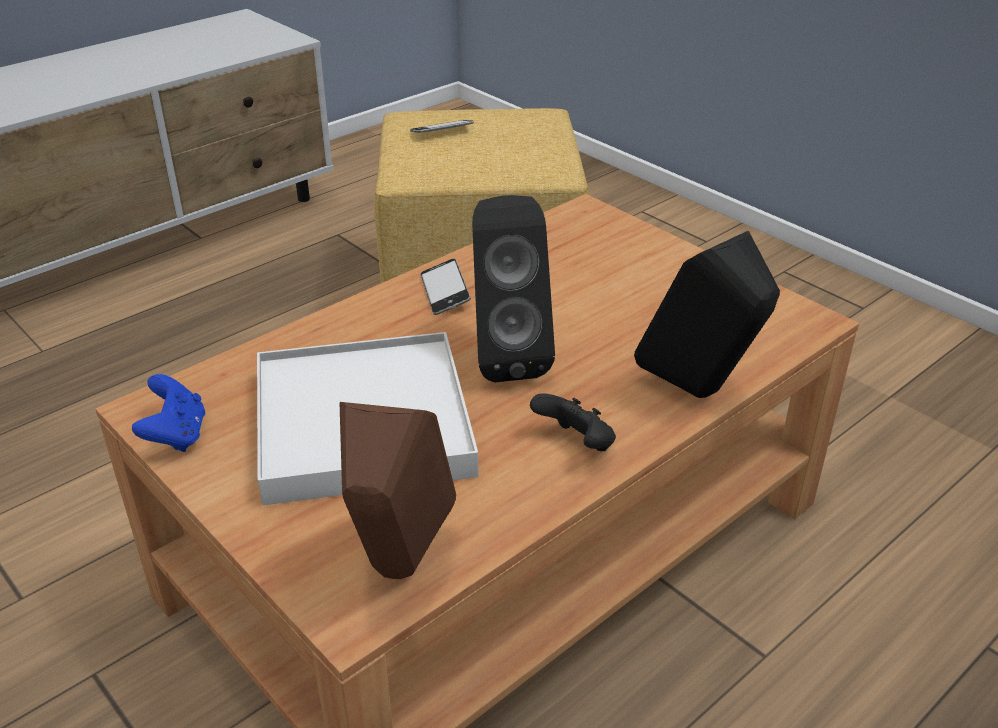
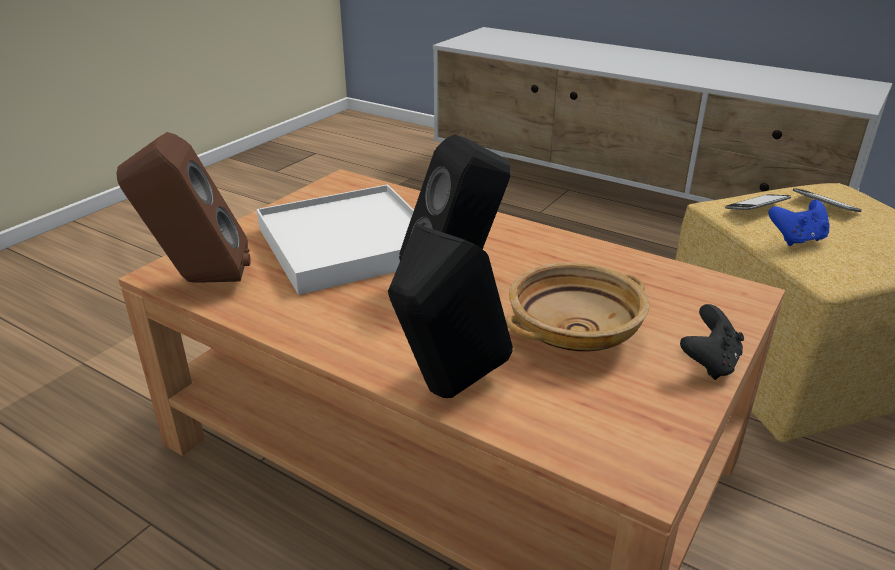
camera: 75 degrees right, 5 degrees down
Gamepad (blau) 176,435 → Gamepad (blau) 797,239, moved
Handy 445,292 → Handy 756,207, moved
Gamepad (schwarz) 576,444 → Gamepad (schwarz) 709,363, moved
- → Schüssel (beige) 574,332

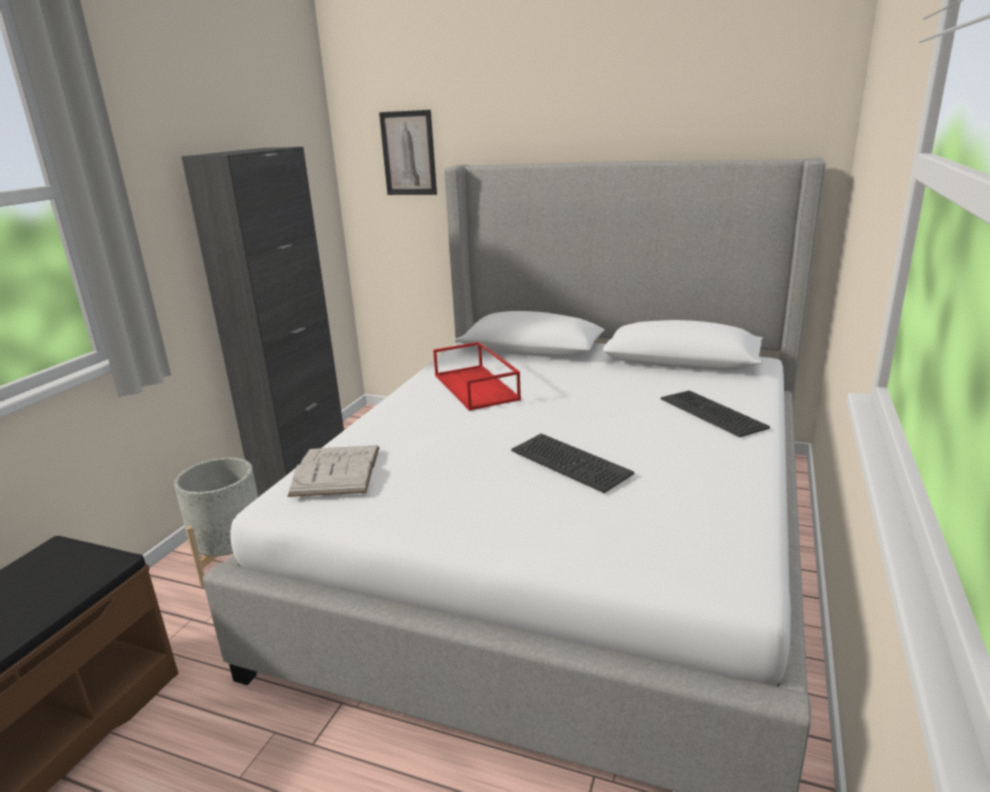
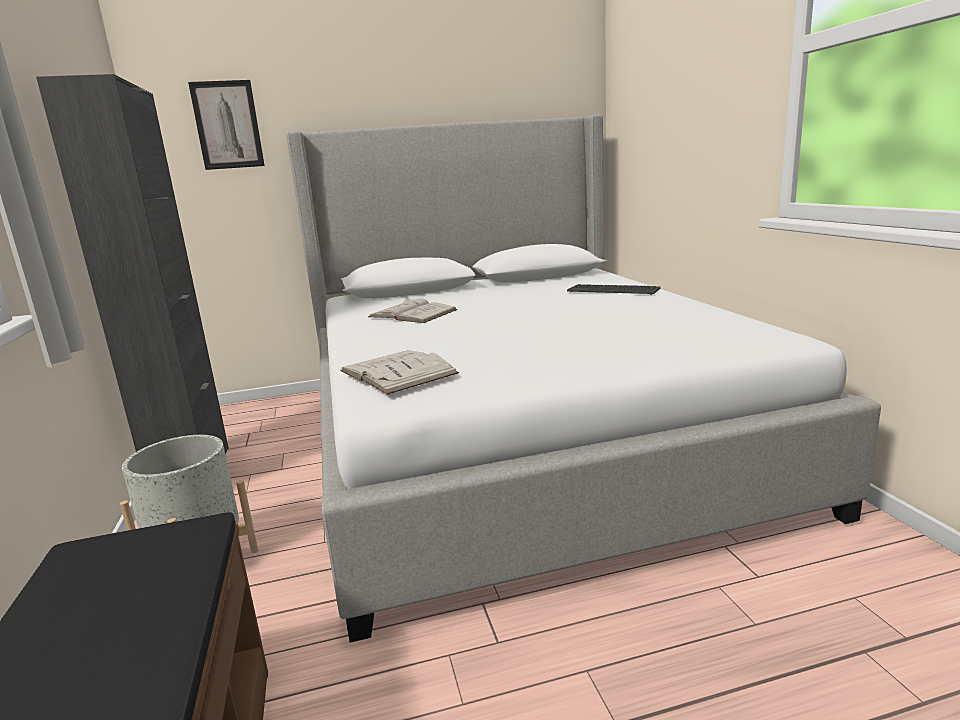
camera: 35 degrees left, 5 degrees down
Tablett (rot) 477,387 → Buch (weiß) 412,313
Tastatur 569,463 → -

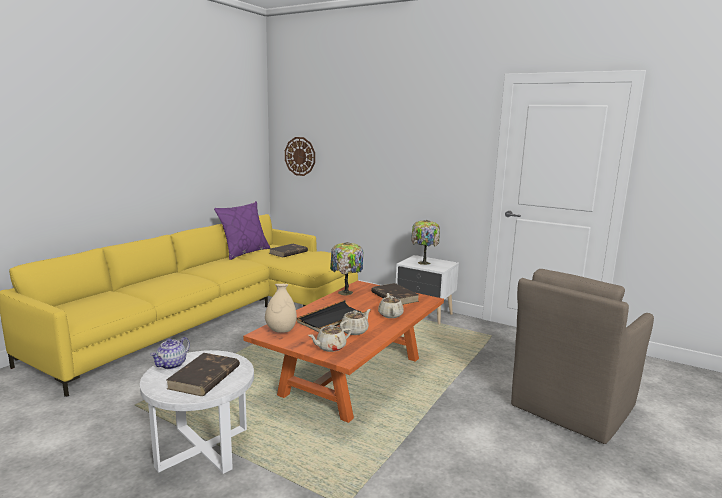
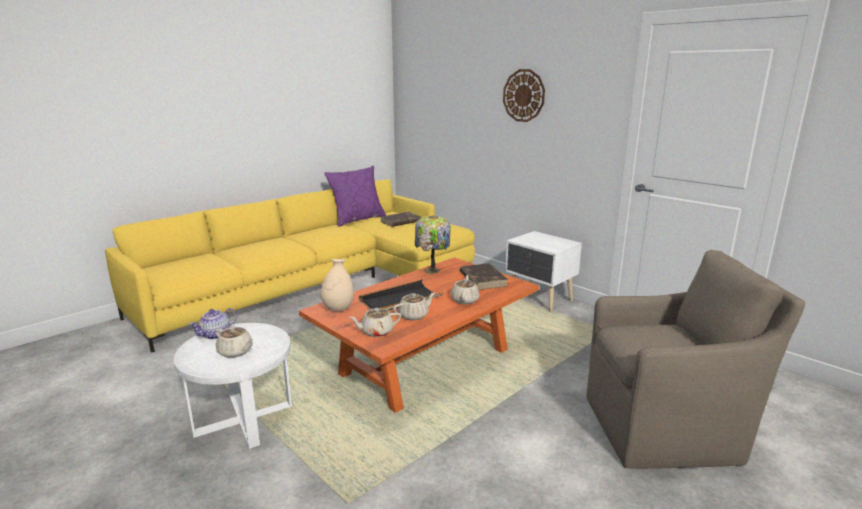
camera: 15 degrees right, 5 degrees up
Buch (braun) 204,378 → Teekanne (beige) 236,352
Wanduhr 300,156 → Wanduhr 523,95, moved
Tischlampe 423,263 → -
Sessel (braun) 570,407 → Sessel (braun) 665,429, 150 degrees counterclockwise

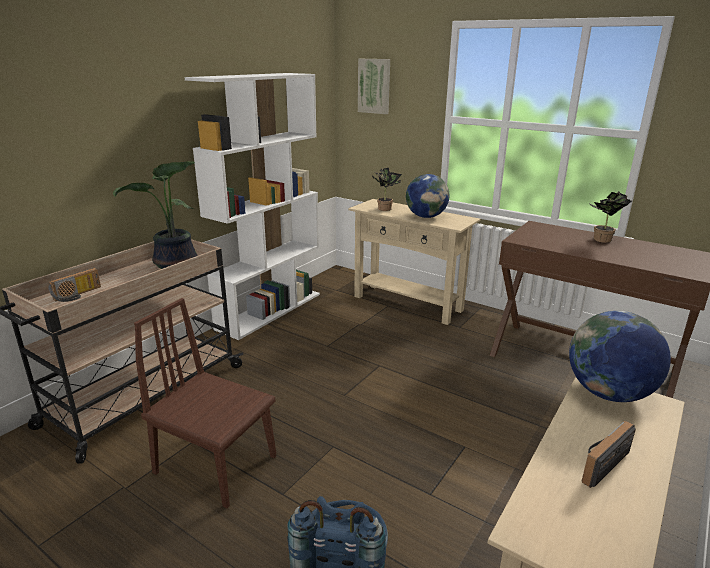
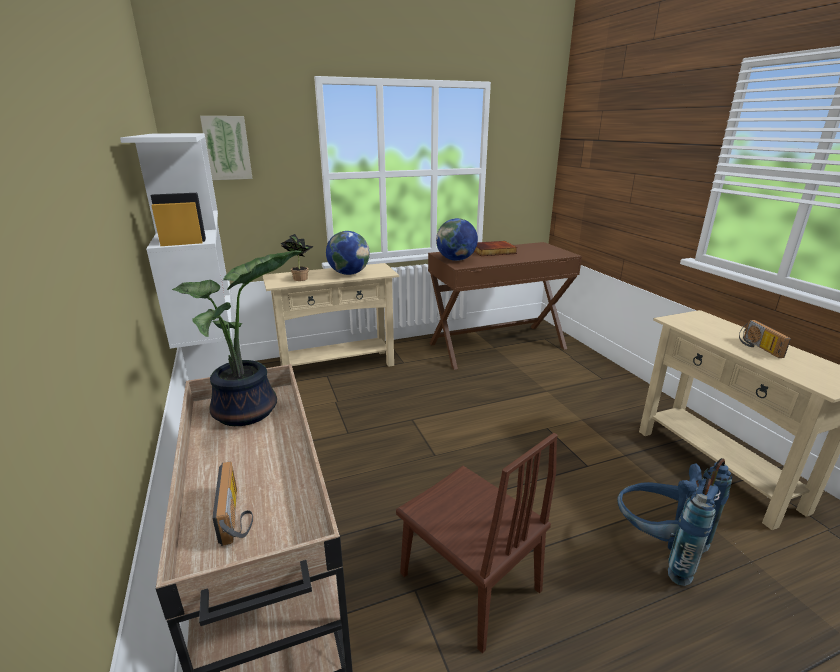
camera: 55 degrees left, 0 degrees up
Stuhl (braun) 216,464 → Stuhl (braun) 469,582, 105 degrees counterclockwise
Globus 608,393 → Globus 456,260, moved
Topfpflanze 602,240 → Buch 493,251

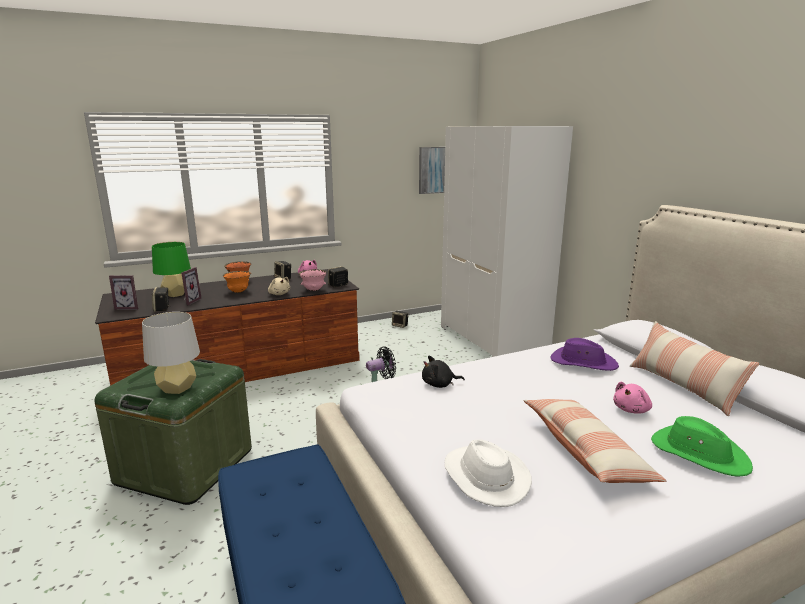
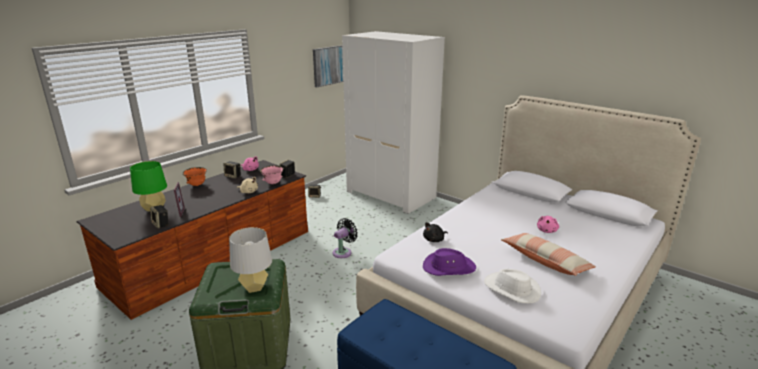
camera: 25 degrees left, 5 degrees up
Bilderrahmen 129,307 → -
Schüssel (orange) 238,292 → -
Hut (lila) 582,362 → Hut (lila) 448,267, moved
Kissen 683,386 → -
Hut (grün) 698,453 → -

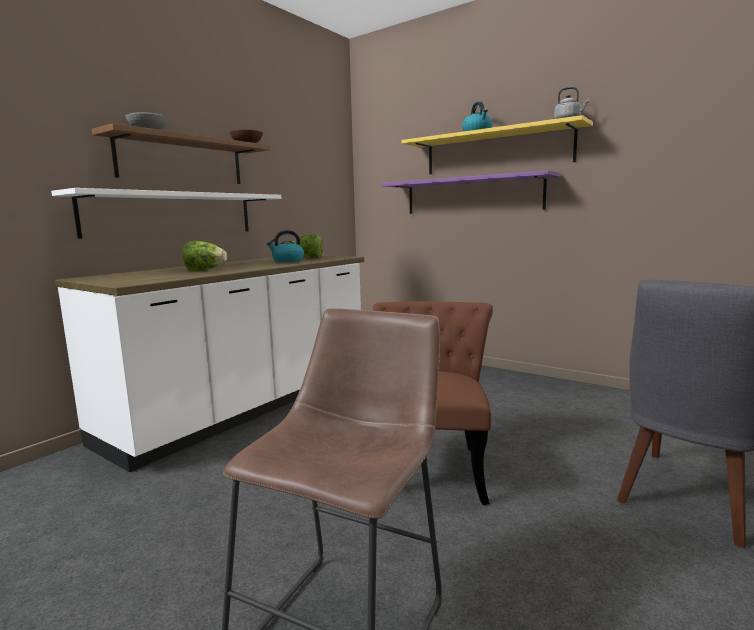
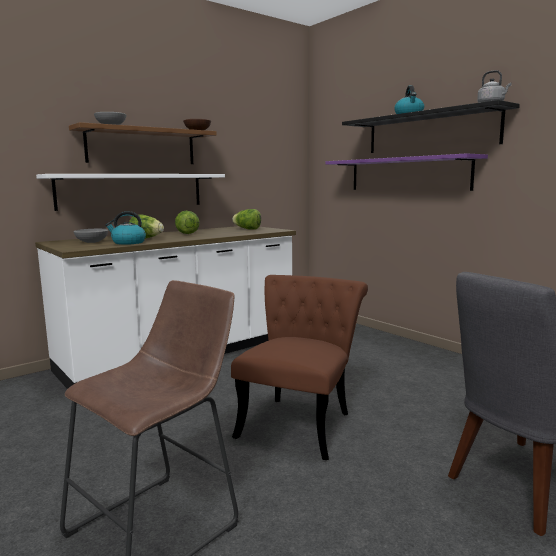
camera: 15 degrees right, 0 degrees up
Wasserkessel 287,261 → Wasserkessel 128,243, moved
Wandregal (gelb) 496,151 → Wandregal (schwarz) 430,132
- → Schüssel (grau) 92,242
- → Salatkopf 187,233

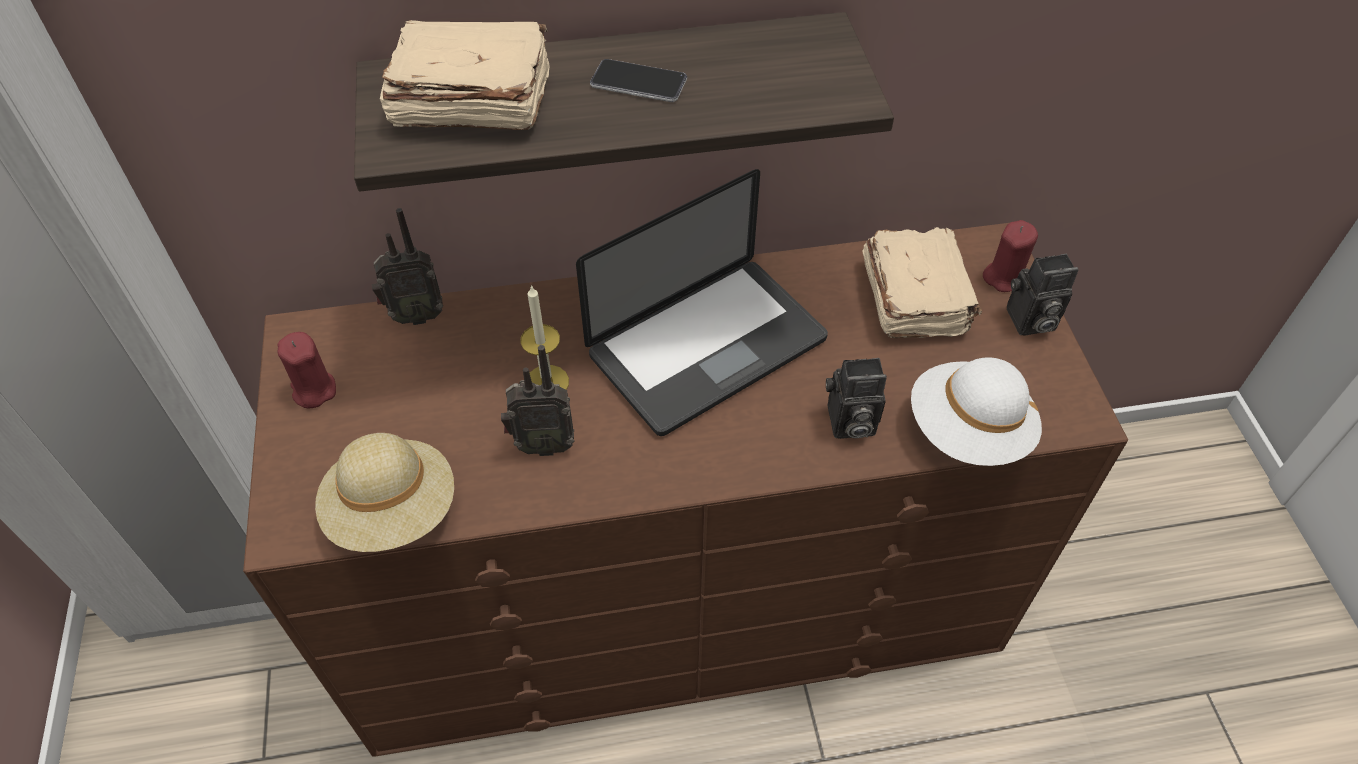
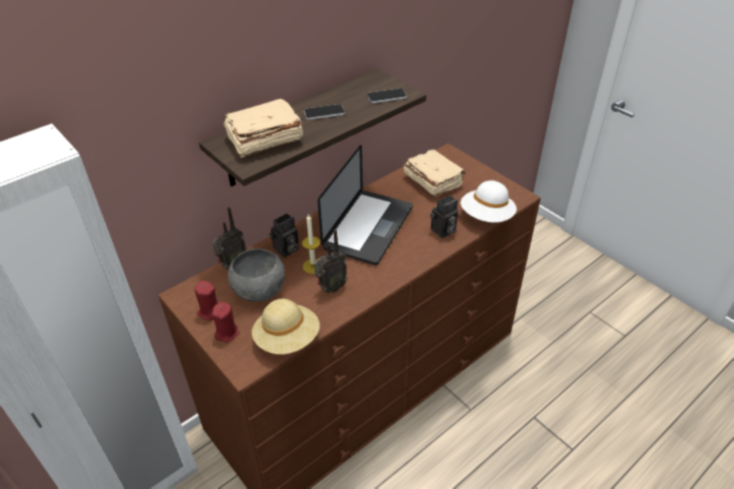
camera: 30 degrees left, 10 degrees down
Kerze (rot) 1004,277 → Kerze (rot) 227,333, moved
Kamera 1029,322 → Kamera 286,250, moved
- → Schüssel (grau) 260,290
- → Handy 386,96

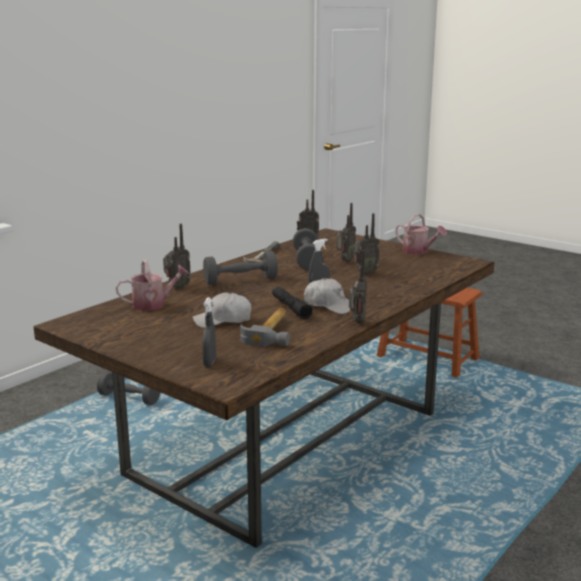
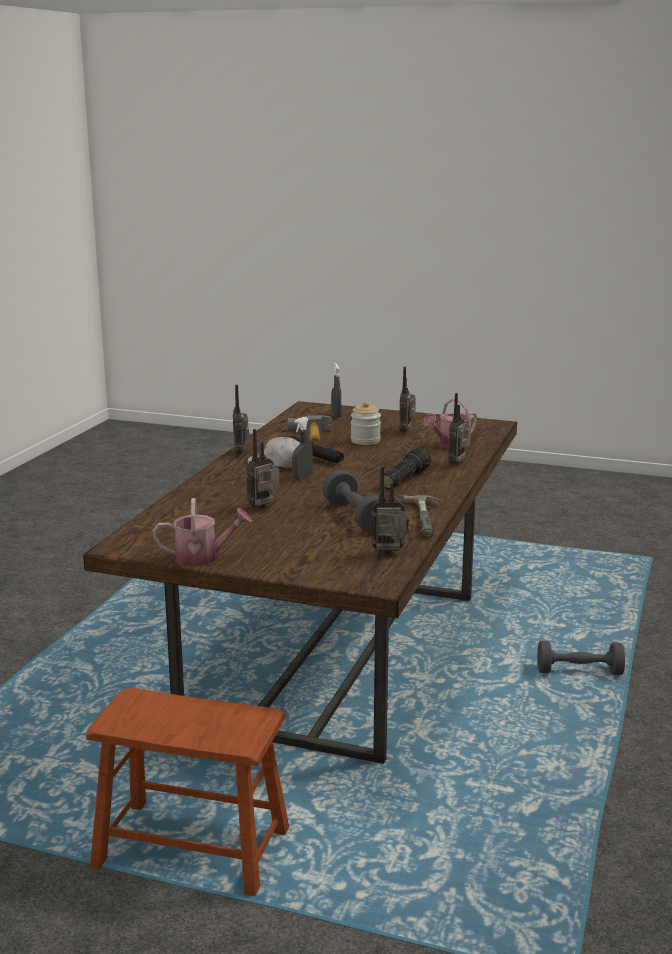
camera: 160 degrees right, 0 degrees up
Kappe (weiß) 223,320 → Vorratsglas 365,441
Hantel (grau) 240,280 → Taschenlampe 403,479
Radio 345,261 → Radio 407,431, moved
Gießkanne 418,251 → Gießkanne 203,557, 150 degrees clockwise

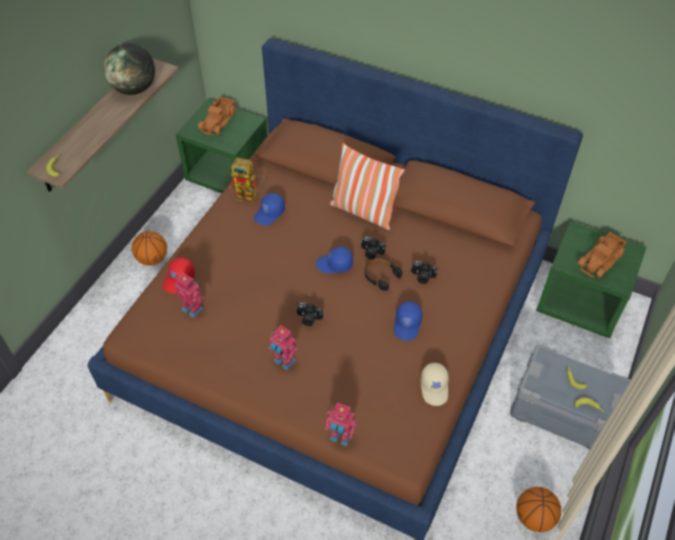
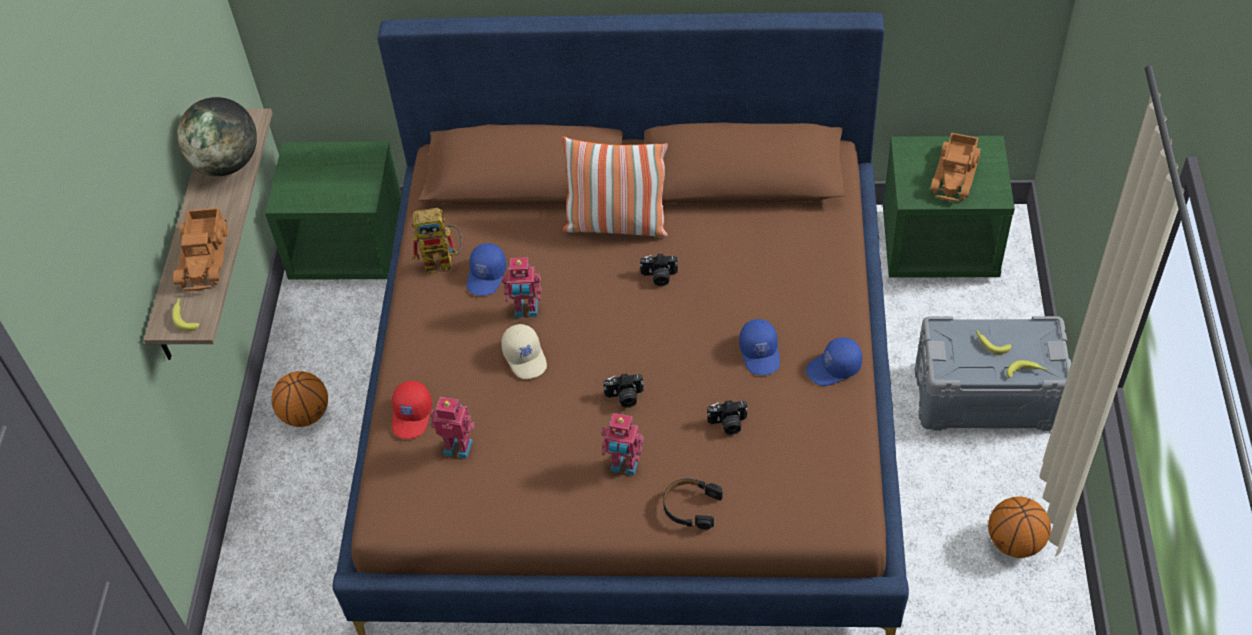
camera: 20 degrees left, 0 degrees up
Spielzeuglaster 219,121 → Spielzeuglaster 205,256, moved
Kappe (blau) 334,265 → Kappe (blau) 834,368, moved
Spielzeugroboter 340,437 → Spielzeugroboter 526,310, moved
Kopfhörer (schwarz) 381,276 → Kopfhörer (schwarz) 691,507, moved
Kamera 422,277 → Kamera 728,424, moved
Kappe (beige) 435,387 → Kappe (beige) 526,357, moved

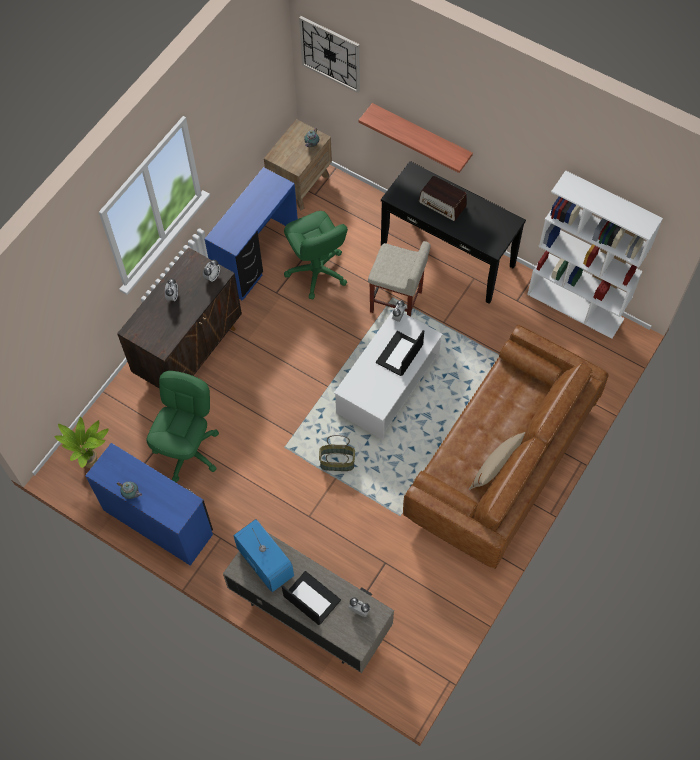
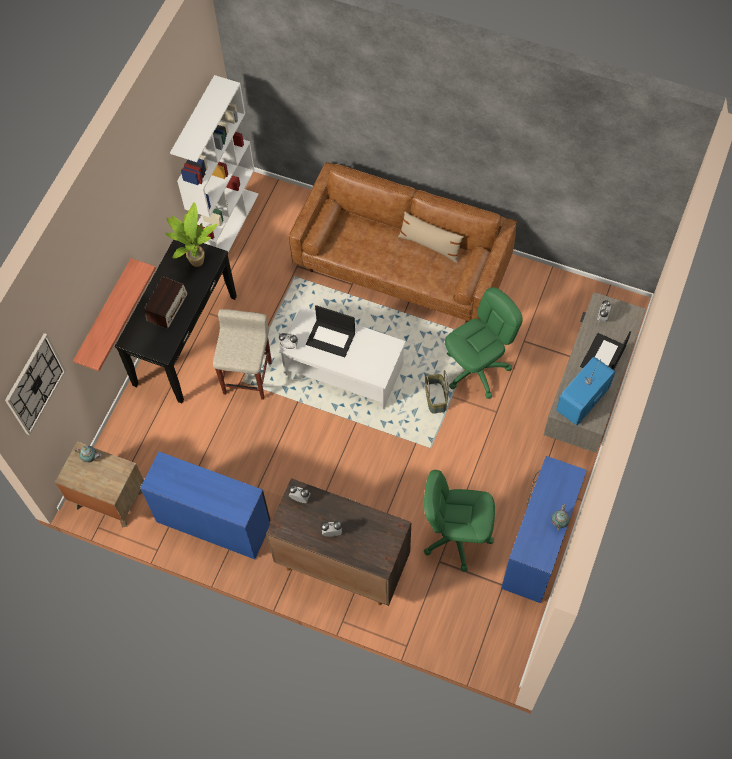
camera: 100 degrees left, 0 degrees up
Topfpflanze 92,461 → Topfpflanze 195,261, moved
Bürostuhl (grün) 316,272 → Bürostuhl (grün) 477,370, moved

